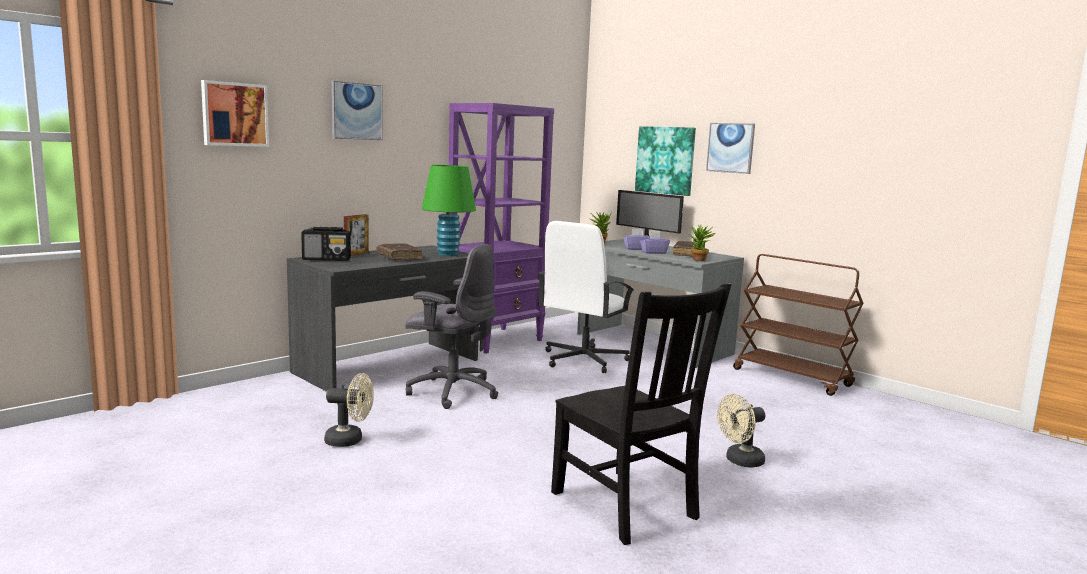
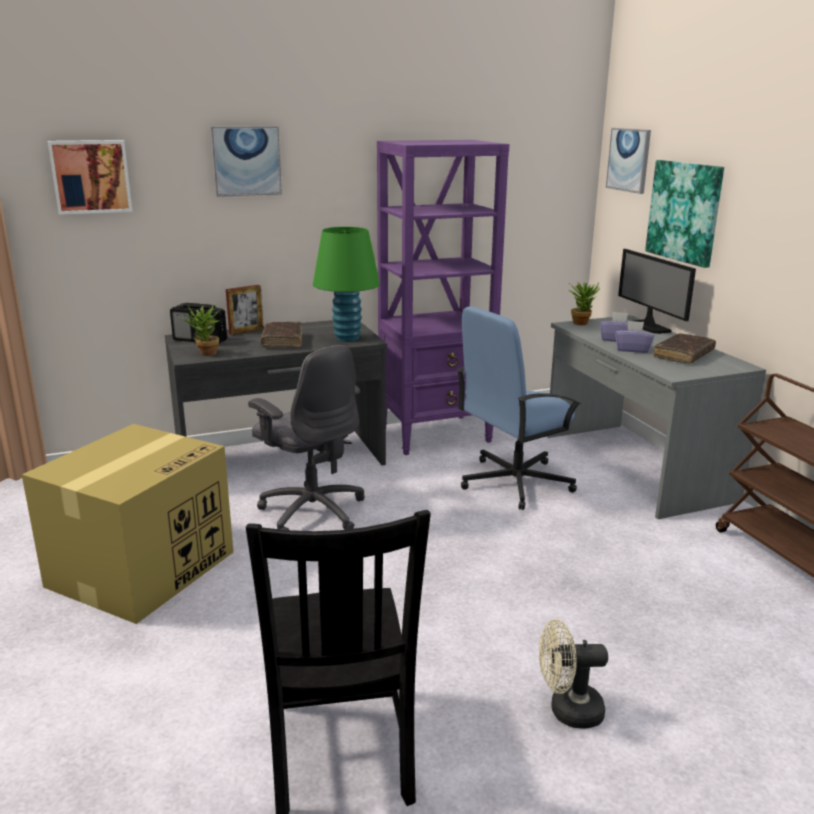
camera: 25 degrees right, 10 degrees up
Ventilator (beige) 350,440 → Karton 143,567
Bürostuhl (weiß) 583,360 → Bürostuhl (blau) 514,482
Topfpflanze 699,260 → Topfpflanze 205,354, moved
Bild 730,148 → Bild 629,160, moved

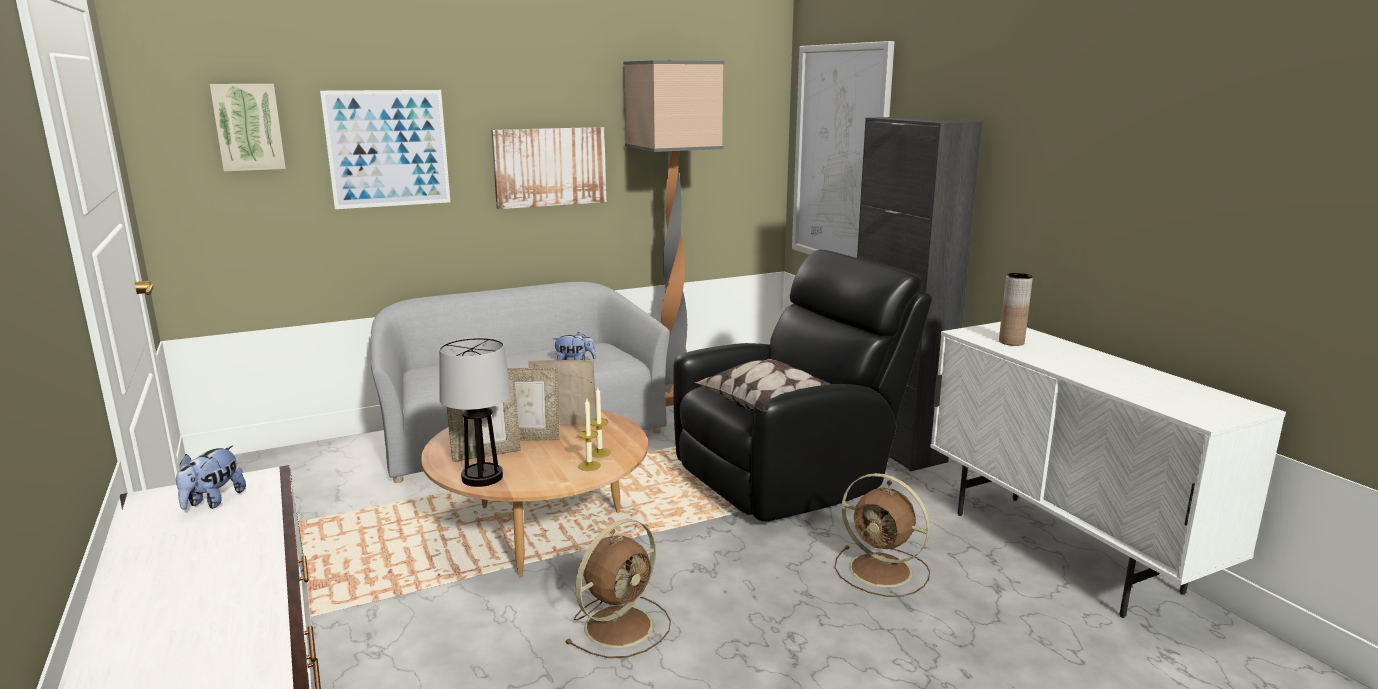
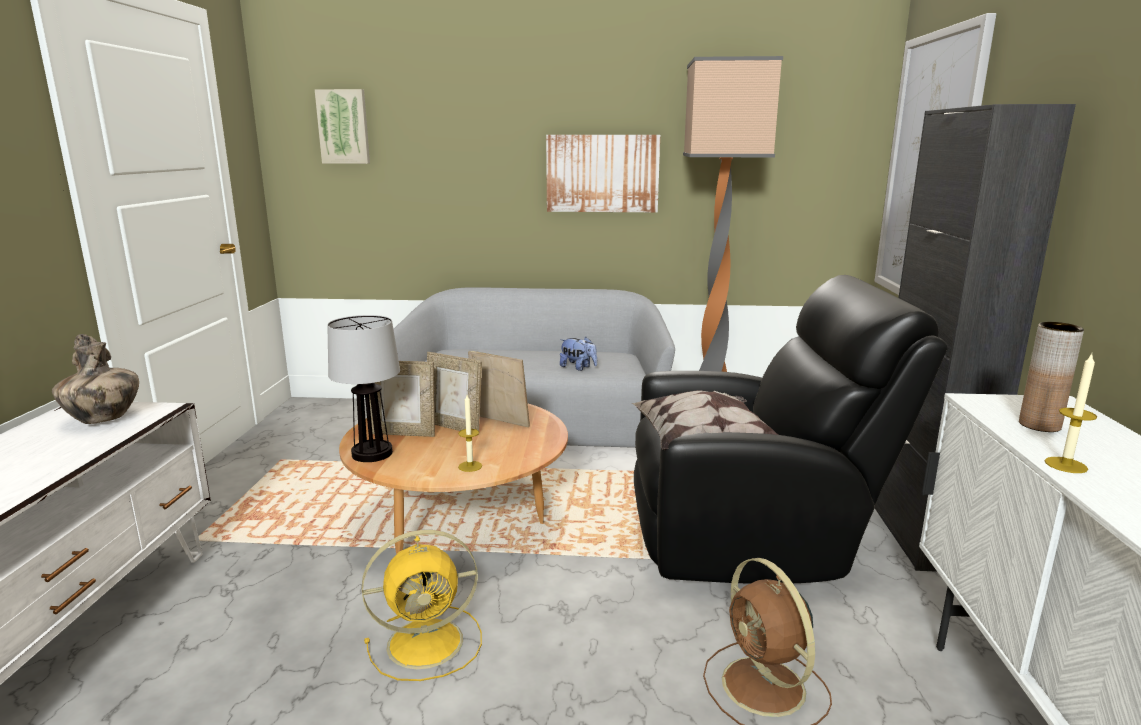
camera: 30 degrees right, 0 degrees up
Plüschtier 213,501 → Vase 103,420
Bild 388,149 → -
Ventilator (braun) 621,625 → Ventilator (gelb) 429,642
Kerze 599,453 → Kerze 1066,465, moved

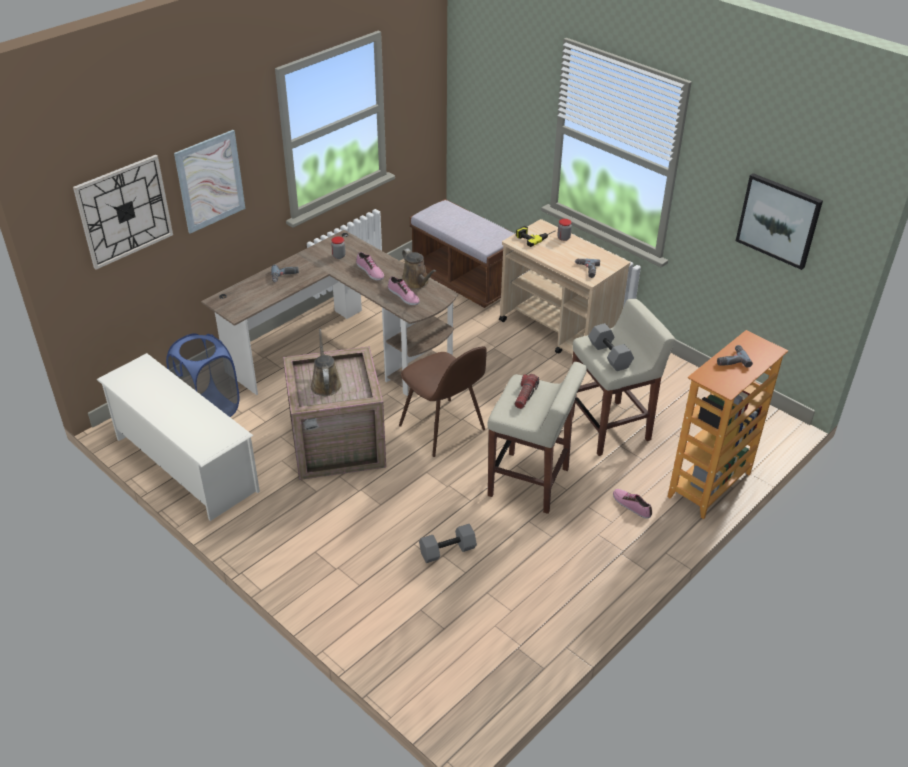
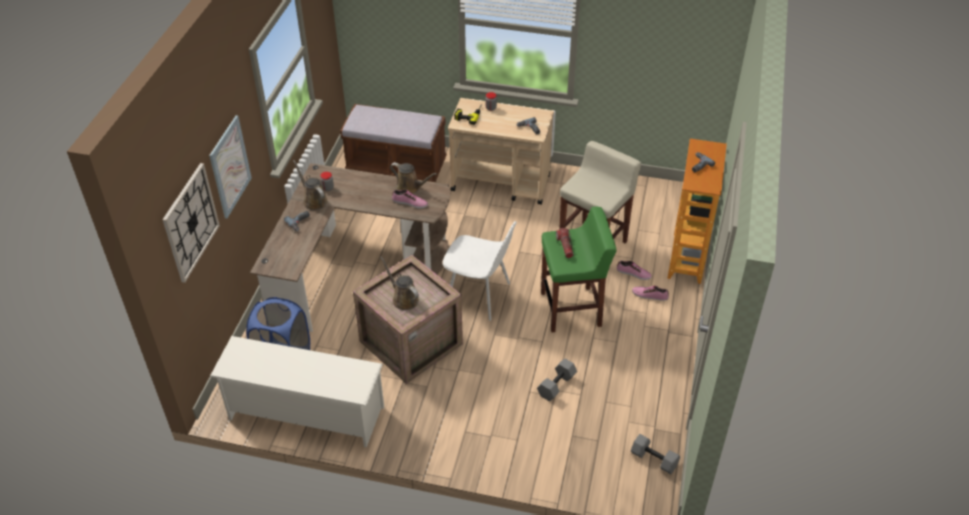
camera: 30 degrees left, 5 degrees up
Schuh 370,271 → Schuh 633,273, moved
Stuhl (braun) 443,429 → Stuhl (weiß) 479,296
Hocker (beige) 530,483 → Hocker (grün) 572,309
Hantel (grau) 608,355 → Hantel (grau) 653,460, moved
Bild 778,220 → -
- → Gießkanne (braun) 313,200

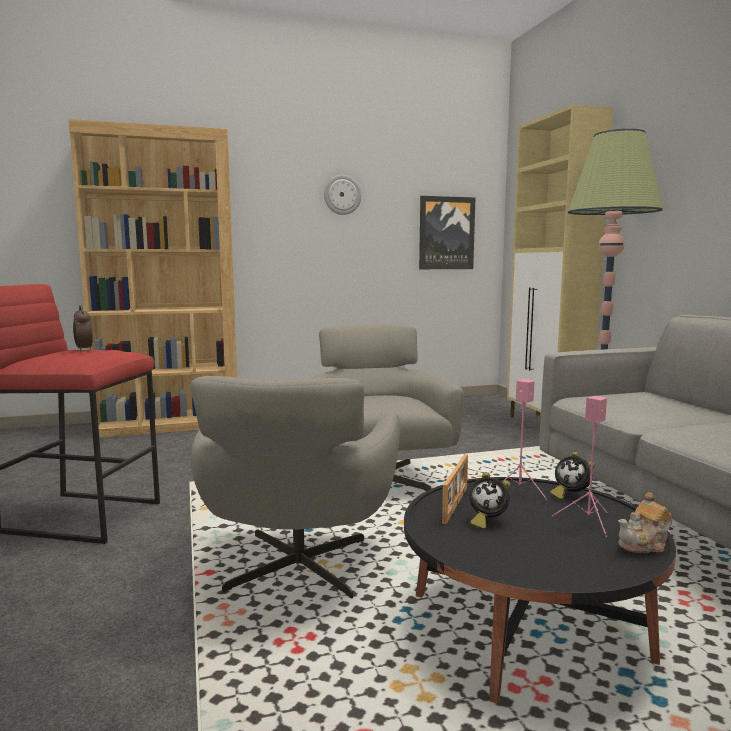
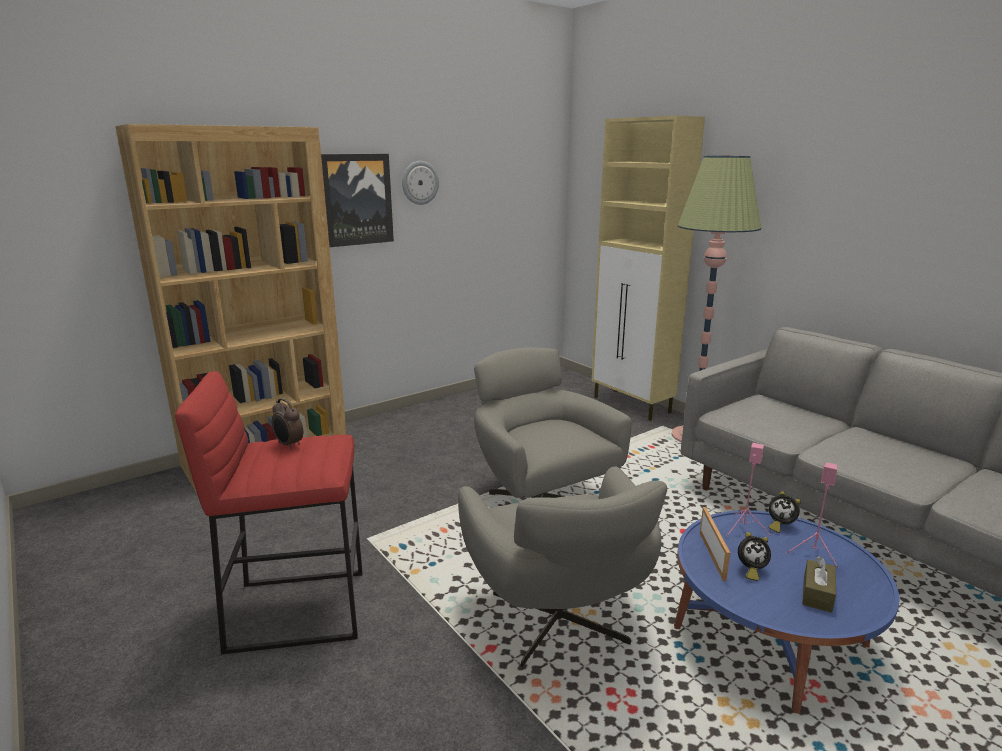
camera: 20 degrees left, 10 degrees up
Couchtisch (schwarz) 526,627 → Couchtisch (blau) 769,637
Bild 446,233 → Bild 357,200, moved
Teekanne 644,545 → -
- → Taschentuchbox (braun) 817,594

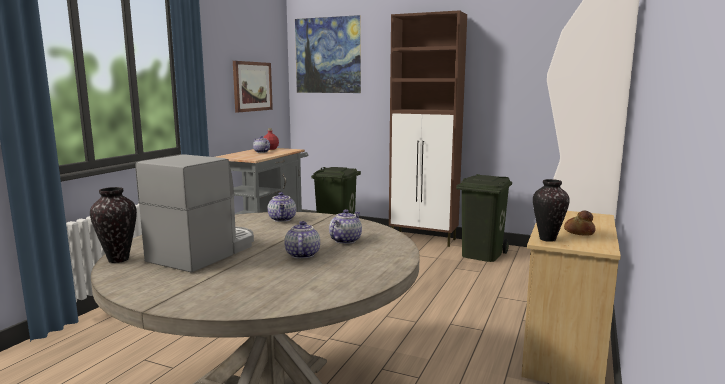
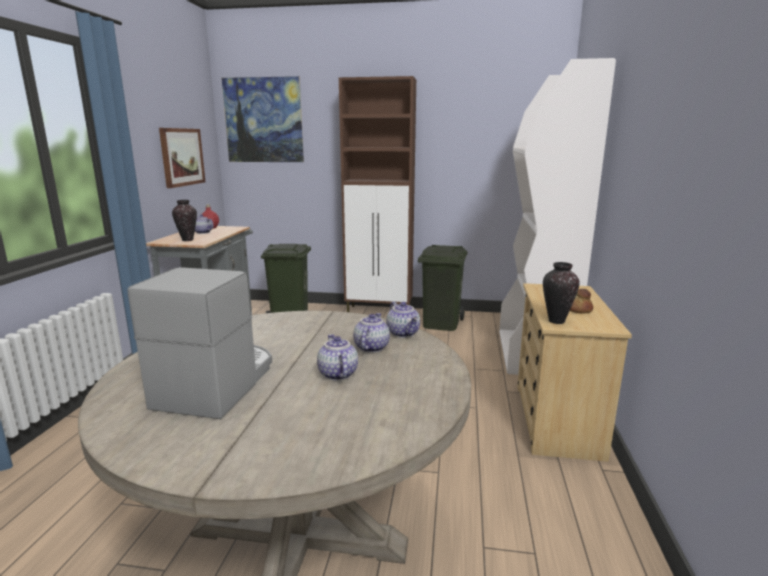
camera: 15 degrees left, 5 degrees up
Vase 119,259 → Vase 188,240, moved
Teekanne 283,219 → Teekanne 404,333, moved

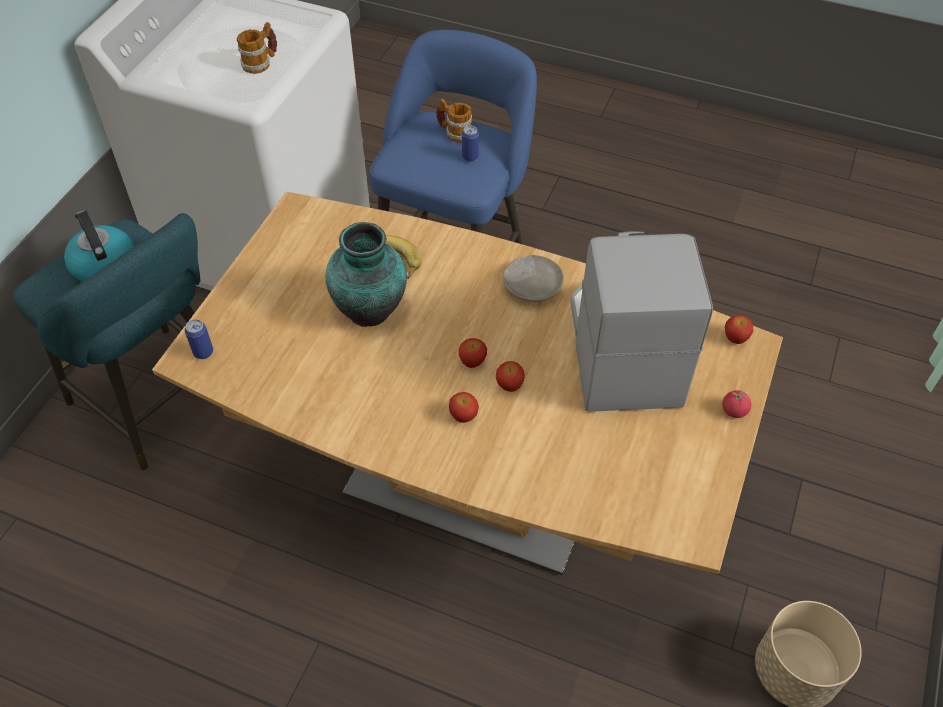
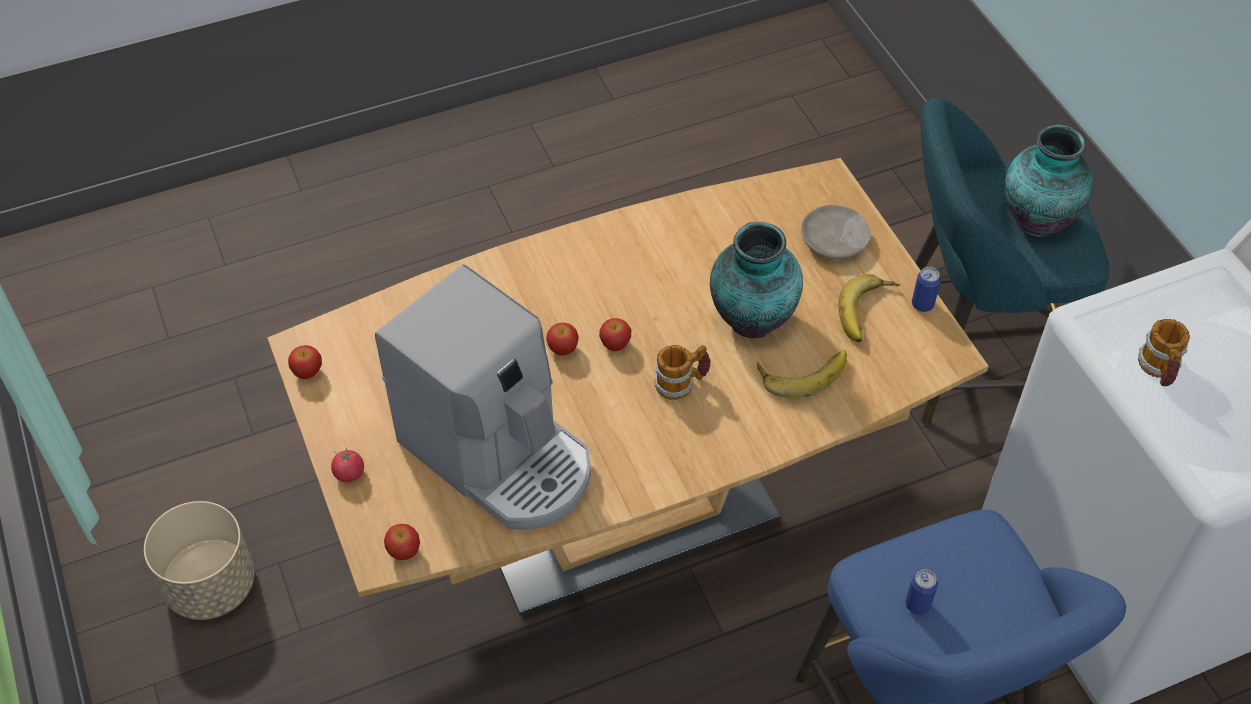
camera: 135 degrees right, 0 degrees up
Wasserkessel 103,264 → Vase 1036,219
Dose 203,352 → Dose 922,304, moved
Henkelbecher 454,132 → Henkelbecher 681,383, moved
Apfel 463,416 → Apfel 308,371, moved
Teller (beige) 533,285 → Teller (beige) 834,241, moved
- → Banane 868,313

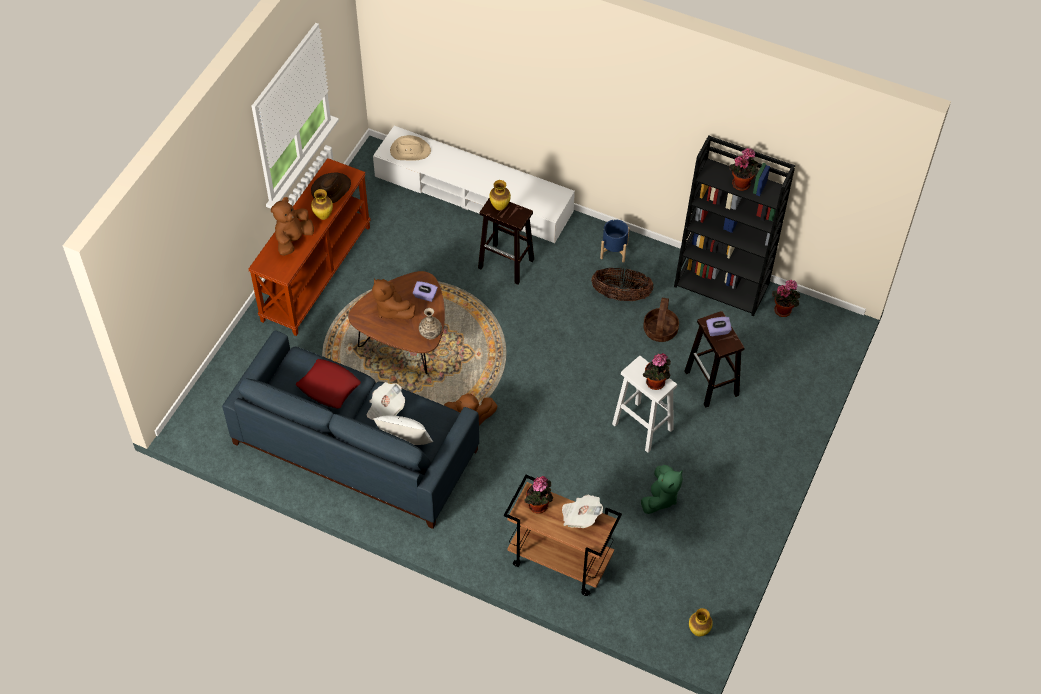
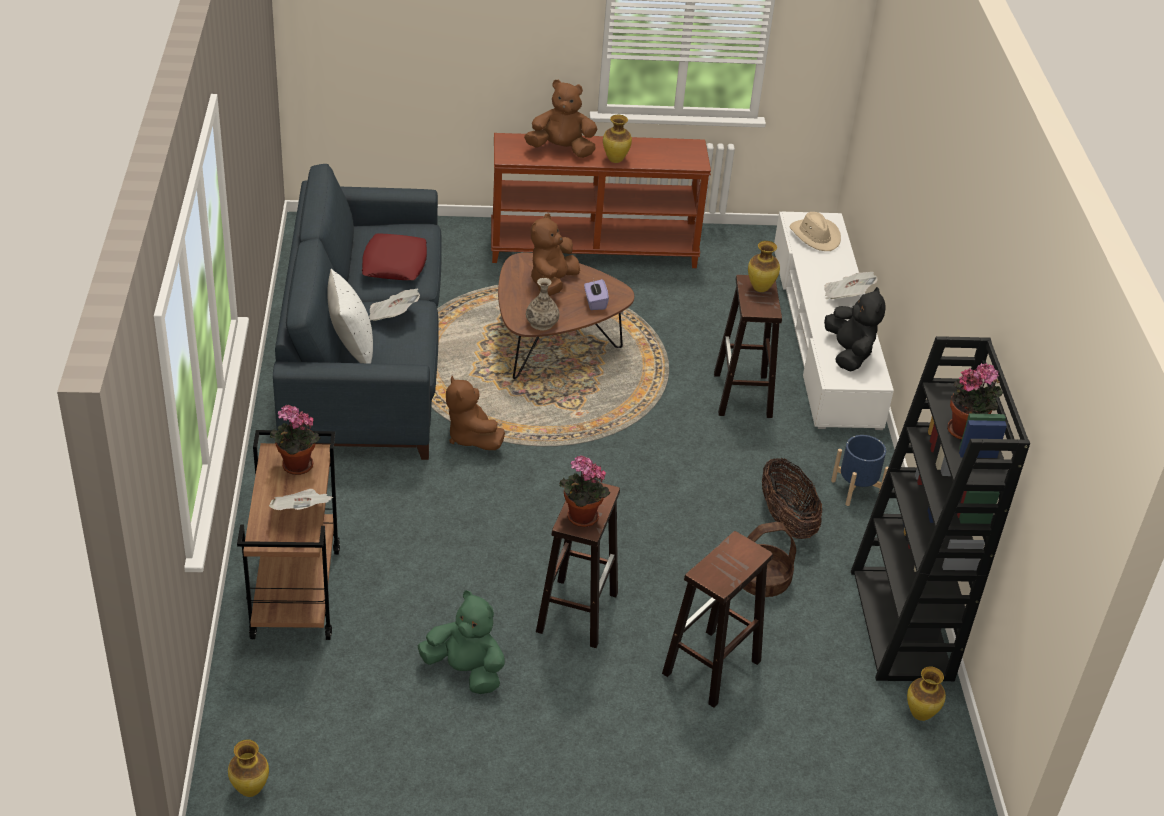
camera: 60 degrees right, 15 degrees down
Hut (braun) 331,189 → -
Hocker (weiß) 641,426 → Hocker (braun) 577,611
Plüschtier (grün) 660,498 → Plüschtier (grün) 465,671, 150 degrees counterclockwise
Taschentuchbox (lila) 718,331 → -
Topfpflanze 784,309 → Vase 921,715
- → Zeitung 846,296
- → Plüschtier (schwarz) 849,353

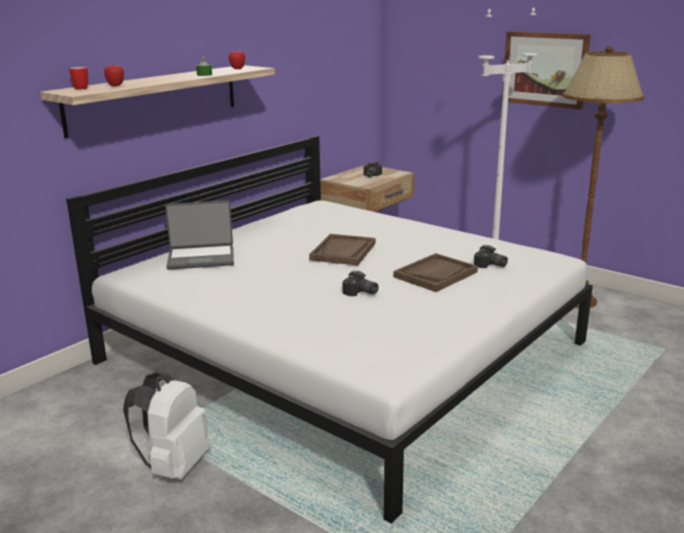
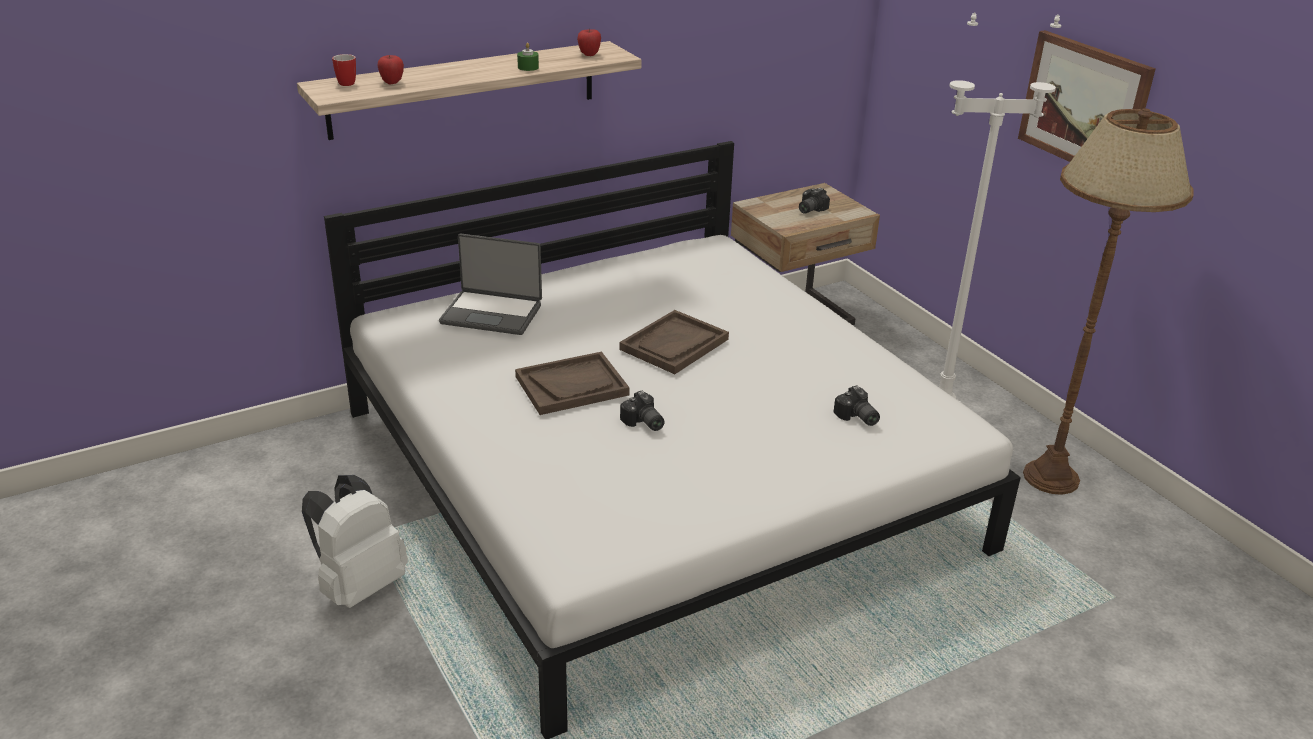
camera: 20 degrees right, 10 degrees up
Tablett (braun) 435,274 → Tablett (braun) 572,386, moved

